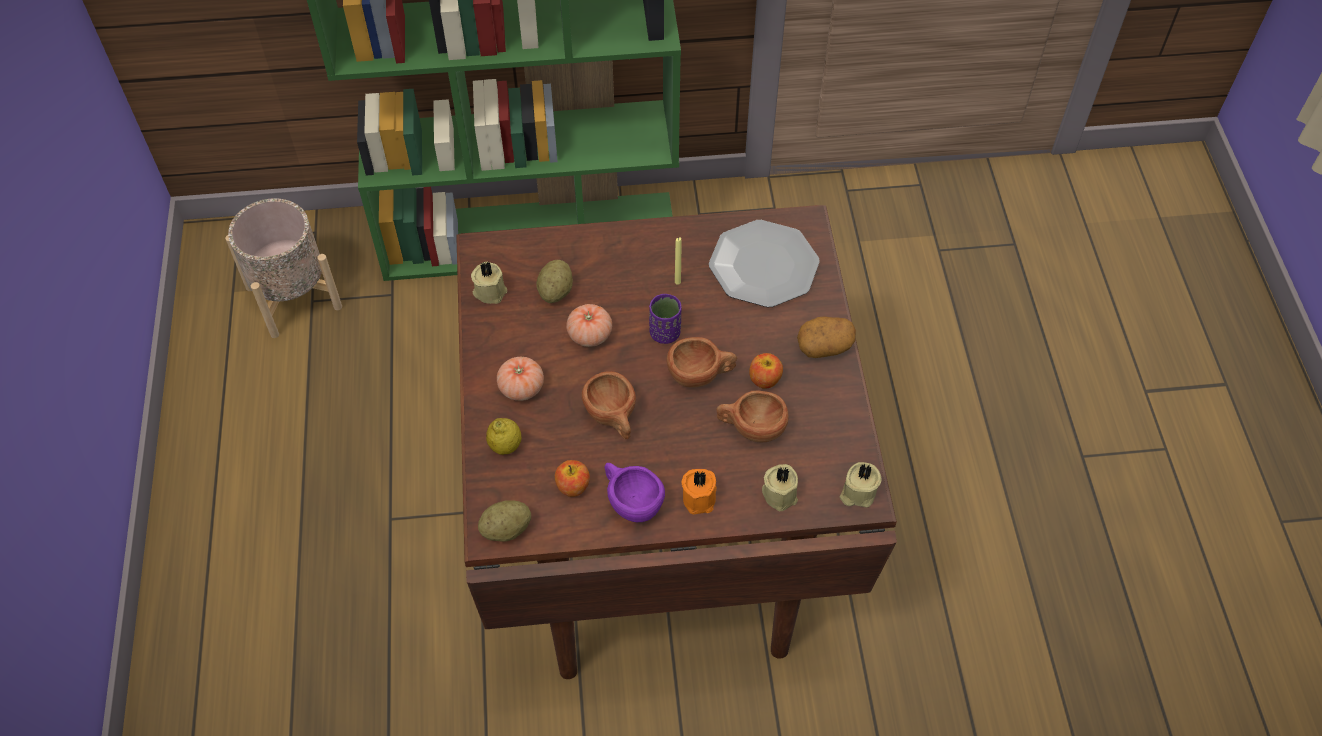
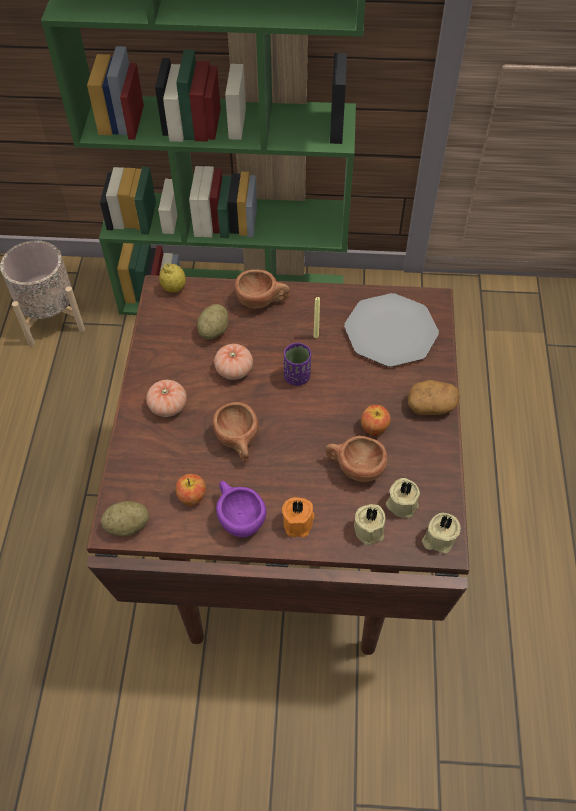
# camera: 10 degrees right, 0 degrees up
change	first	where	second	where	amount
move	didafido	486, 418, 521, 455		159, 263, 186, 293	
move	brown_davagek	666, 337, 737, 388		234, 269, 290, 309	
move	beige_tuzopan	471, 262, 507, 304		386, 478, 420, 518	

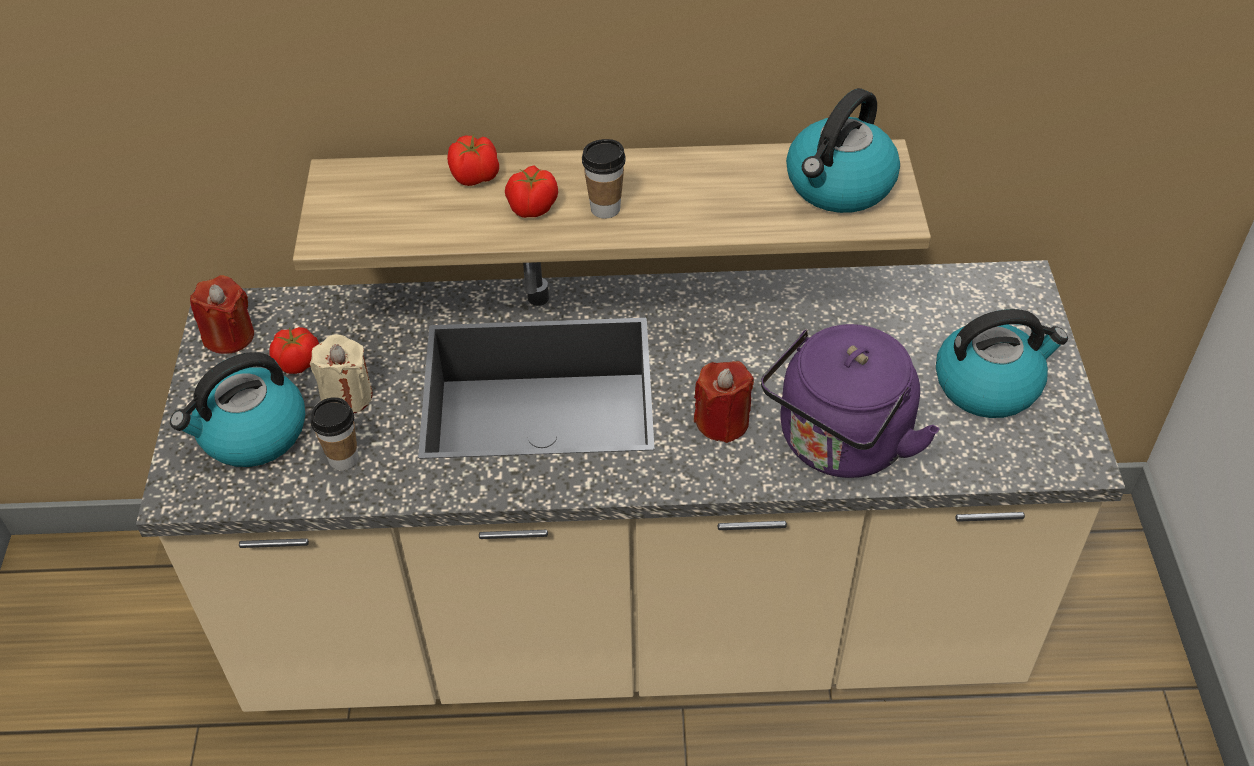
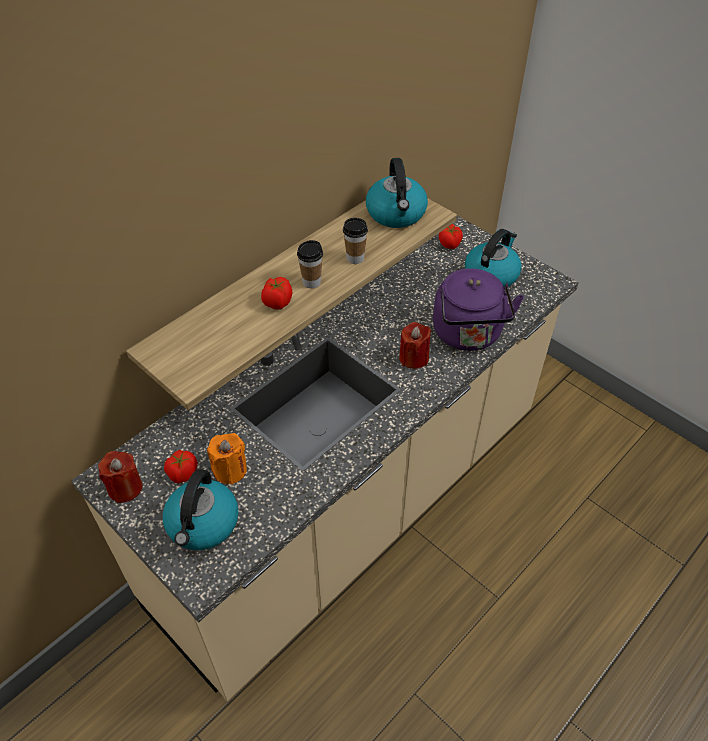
# camera: 45 degrees left, 0 degrees up
change	first	where	second	where	amount
recolor	beige_tuzopan	310, 334, 373, 413	orange_tuzopan	207, 433, 247, 485	
move	davagek	311, 397, 358, 470		343, 218, 368, 264	
move	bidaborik	447, 134, 499, 186		439, 224, 463, 249	

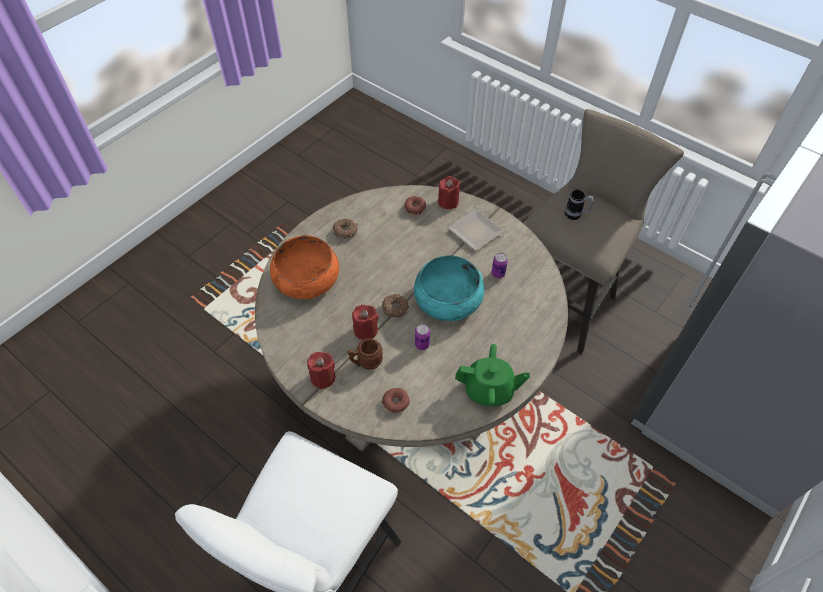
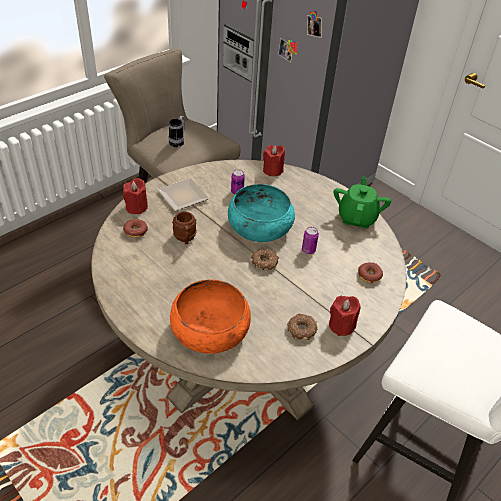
# camera: 85 degrees left, 10 degrees down
change	first	where	second	where	amount
move	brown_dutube	347, 338, 383, 370		172, 211, 197, 244	
move	red_tuzopan	352, 305, 378, 340		263, 145, 285, 176	
move	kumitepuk	333, 219, 358, 239		287, 314, 317, 340	

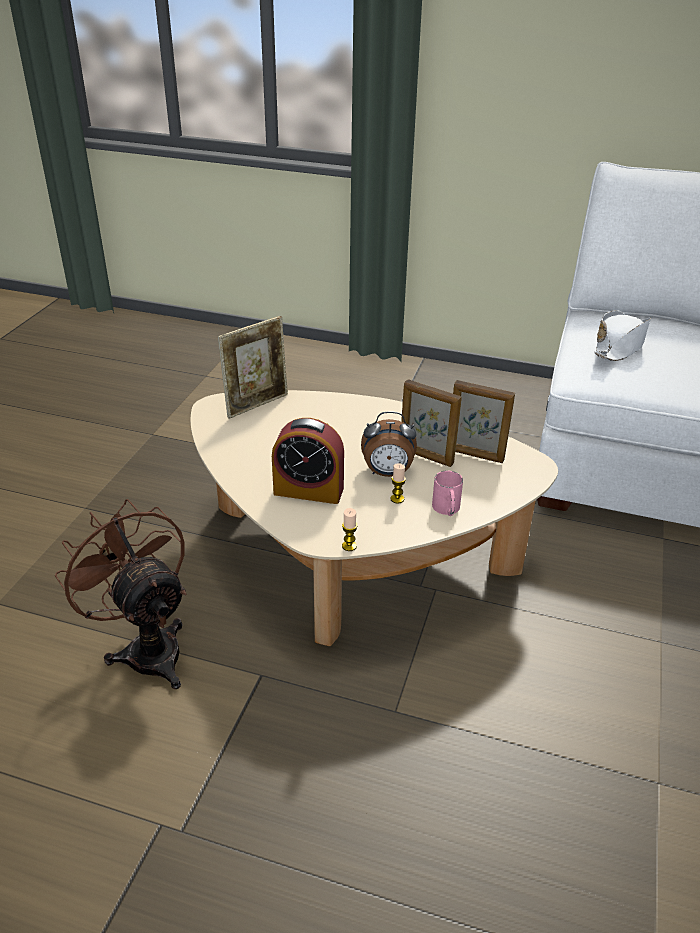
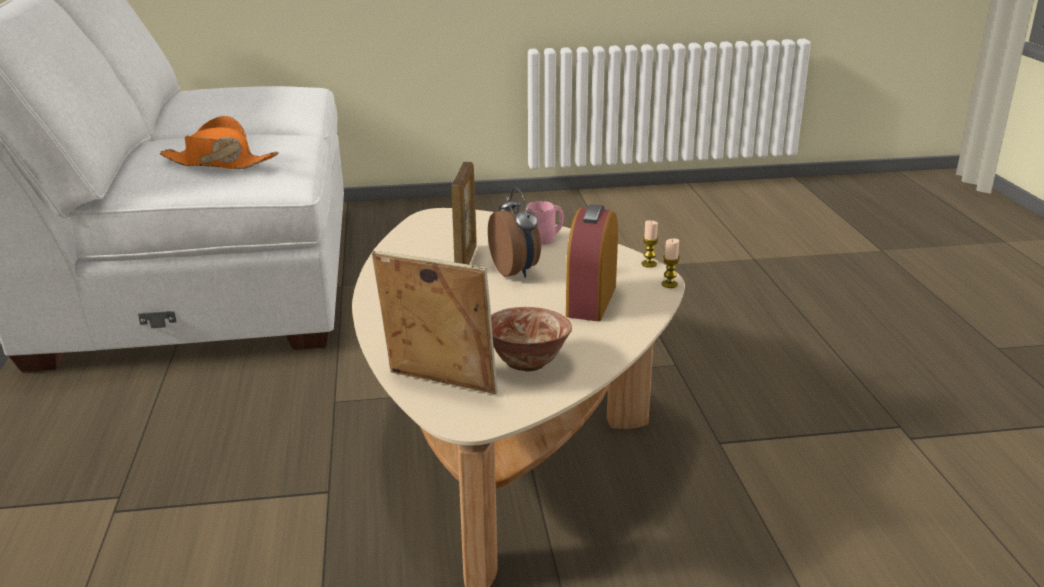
# camera: 115 degrees left, 10 degrees down
change	first	where	second	where	amount
recolor	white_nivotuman	594, 310, 651, 361	orange_nivotuman	160, 116, 279, 169	
insert			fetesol	491, 307, 572, 372	
rotate	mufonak	272, 418, 344, 504		566, 204, 618, 321	150 degrees counterclockwise
move	tuzopan	390, 463, 406, 503		661, 238, 680, 288	
delete	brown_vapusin	55, 499, 186, 689			
delete	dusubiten	453, 380, 515, 463			

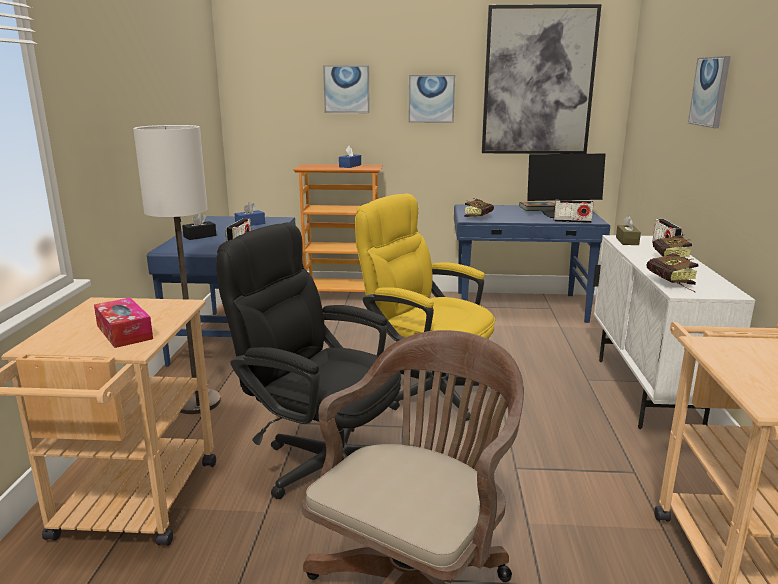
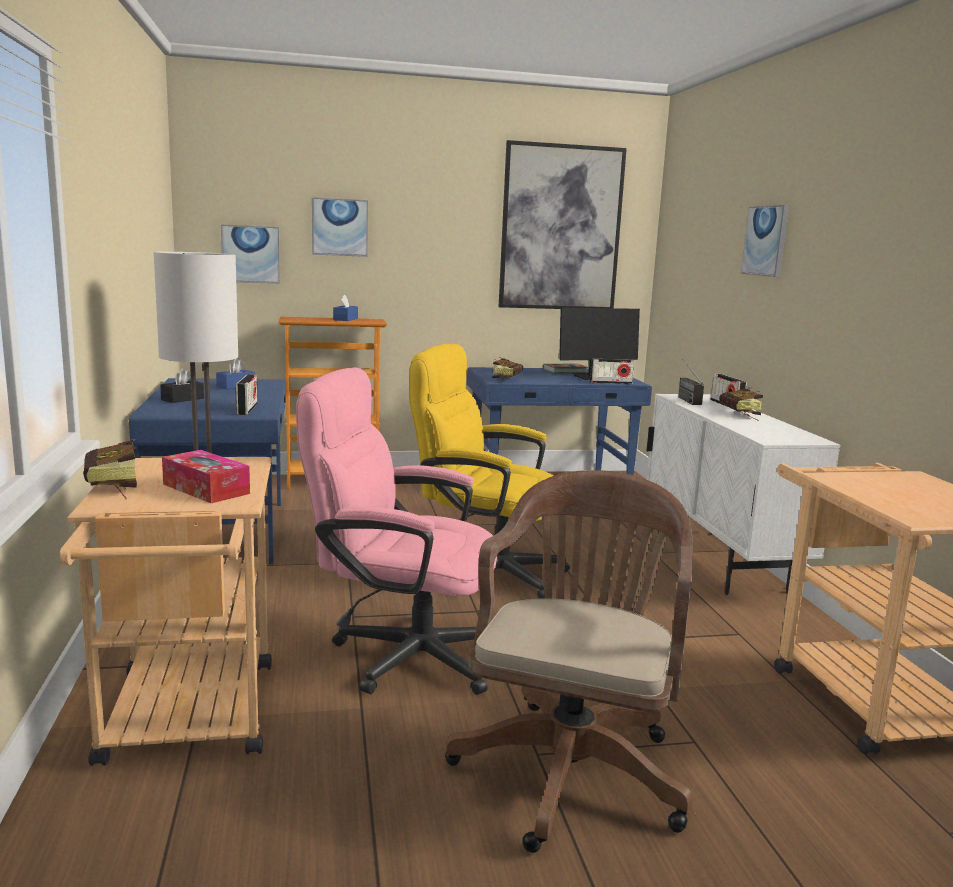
# camera: 15 degrees left, 5 degrees down
change	first	where	second	where	amount
move	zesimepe	647, 253, 698, 292		83, 439, 137, 500	
move	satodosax	409, 75, 455, 123		221, 224, 280, 284	
recolor	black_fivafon	216, 222, 401, 499	pink_fivafon	296, 367, 497, 695	
replace	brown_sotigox	616, 216, 641, 245	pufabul	678, 359, 704, 405	

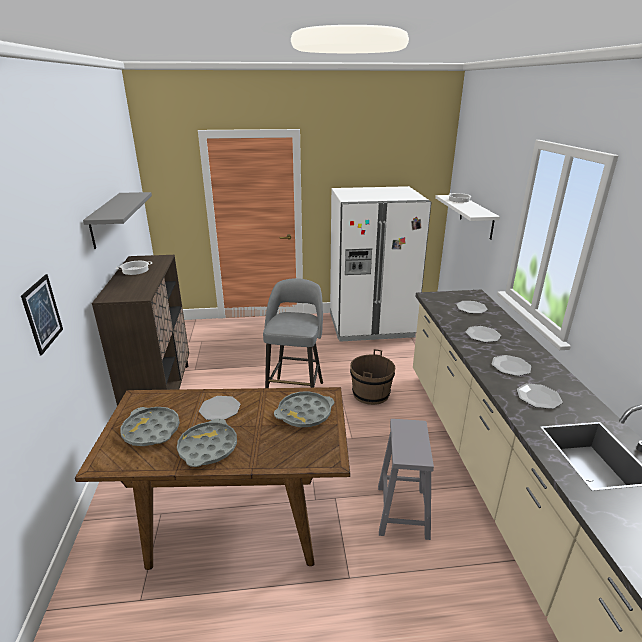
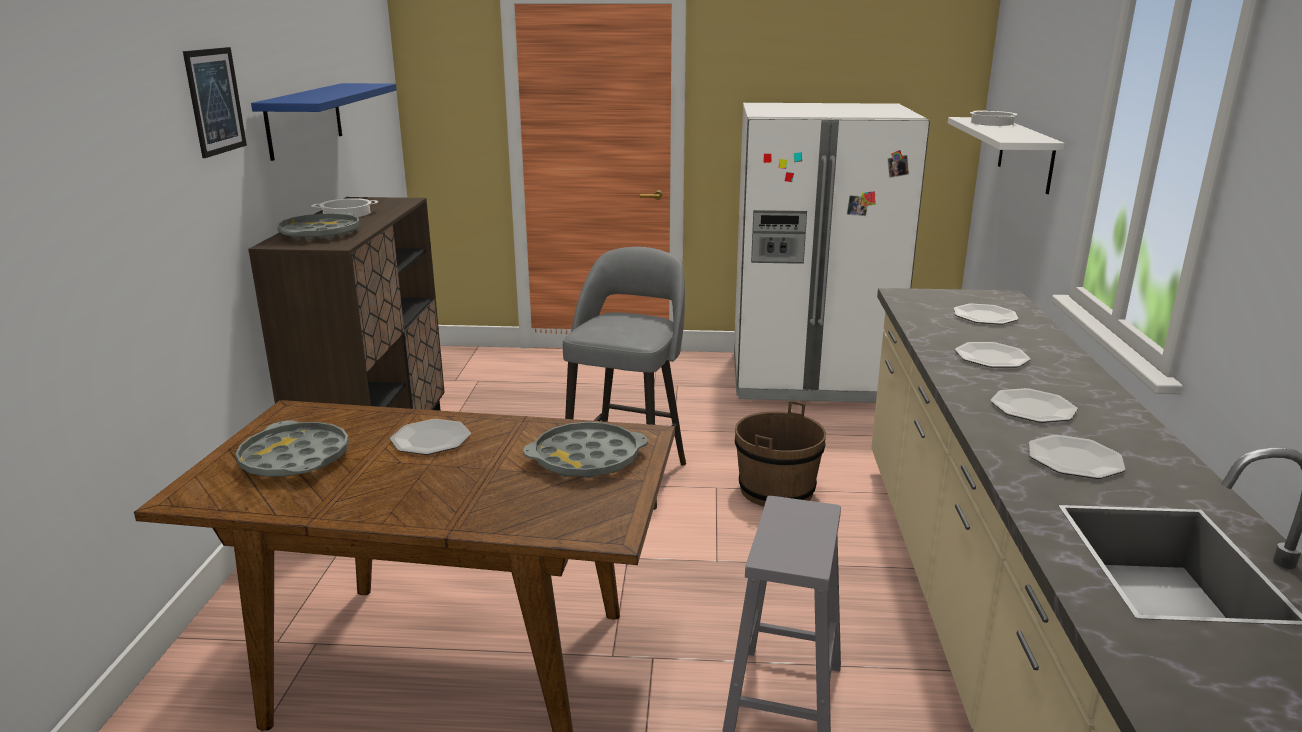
# camera: 10 degrees right, 5 degrees down
change	first	where	second	where	amount
move	satodosax	21, 274, 63, 356		183, 47, 247, 158	
recolor	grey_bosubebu	83, 192, 152, 249	blue_bosubebu	251, 83, 397, 161	
move	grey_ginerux	177, 418, 237, 467		277, 212, 360, 240	

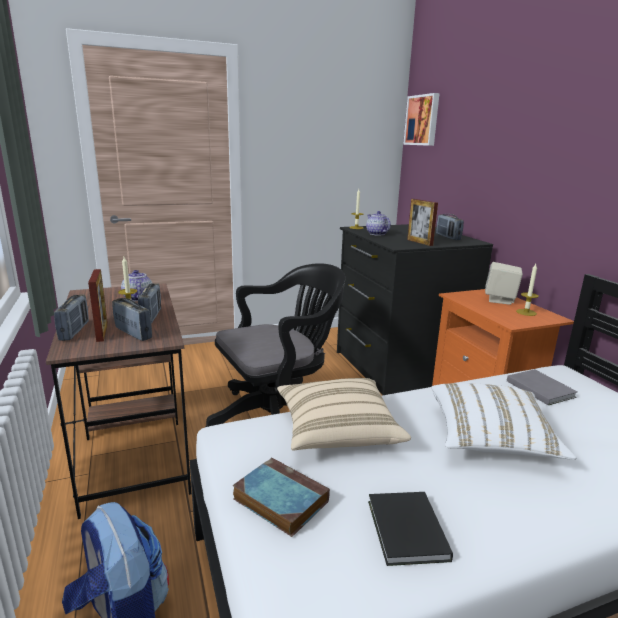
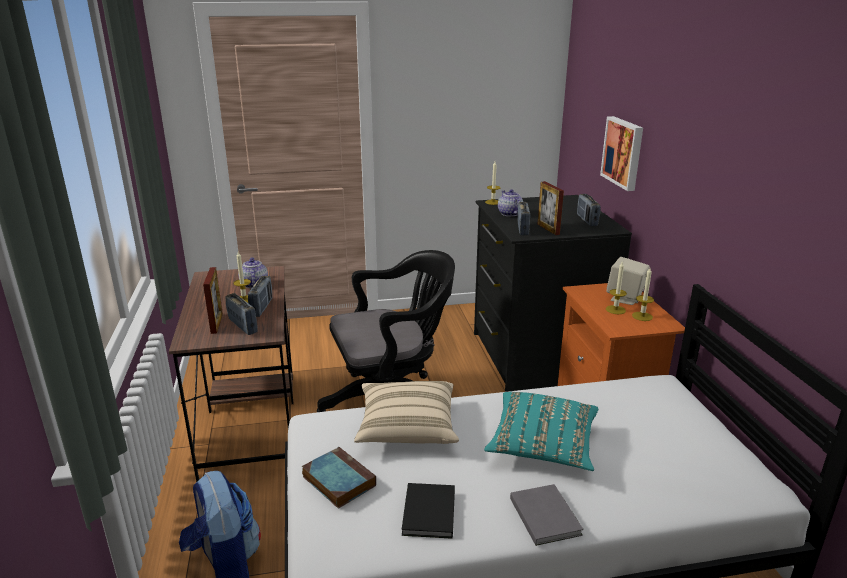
# camera: 10 degrees right, 5 degrees up
change	first	where	second	where	amount
recolor	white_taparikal	431, 383, 576, 460	turquoise_taparikal	484, 392, 598, 471	
move	grey_zesimepe	507, 369, 578, 405		510, 484, 584, 546	
move	pufabul	54, 295, 89, 341		518, 202, 530, 235	
move	satodosax	403, 93, 440, 146		600, 116, 643, 191	
insert			tuzopan	606, 262, 627, 314	

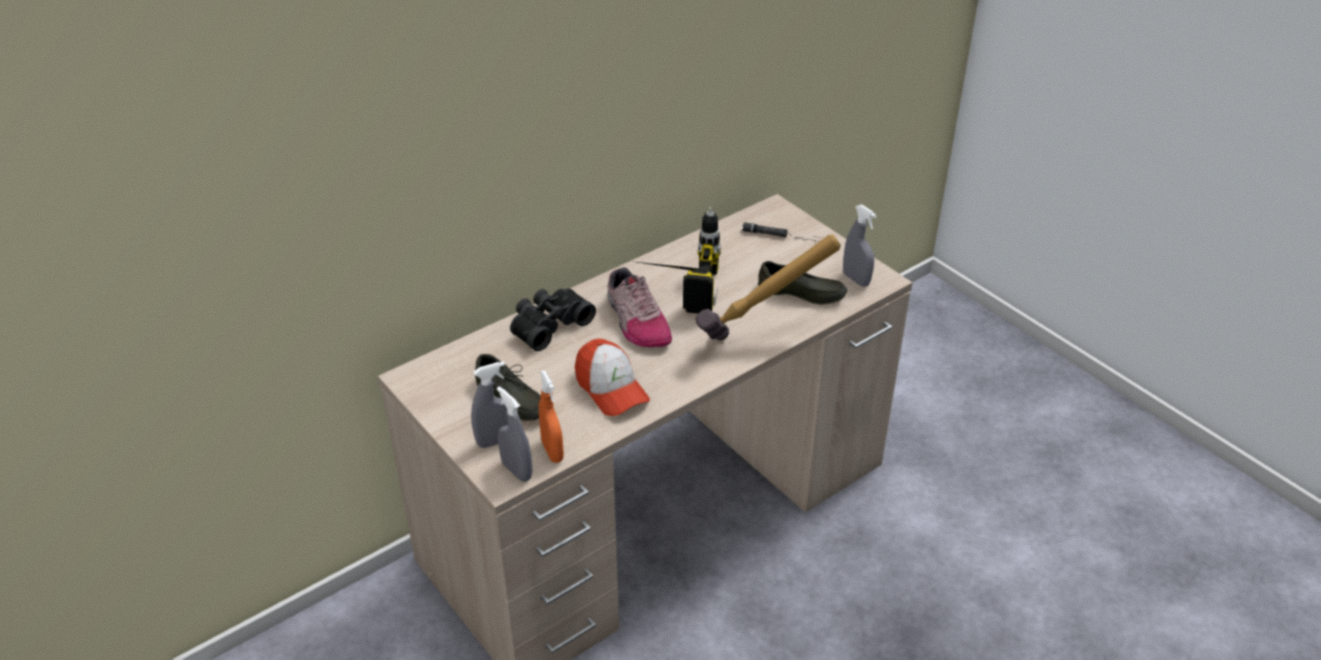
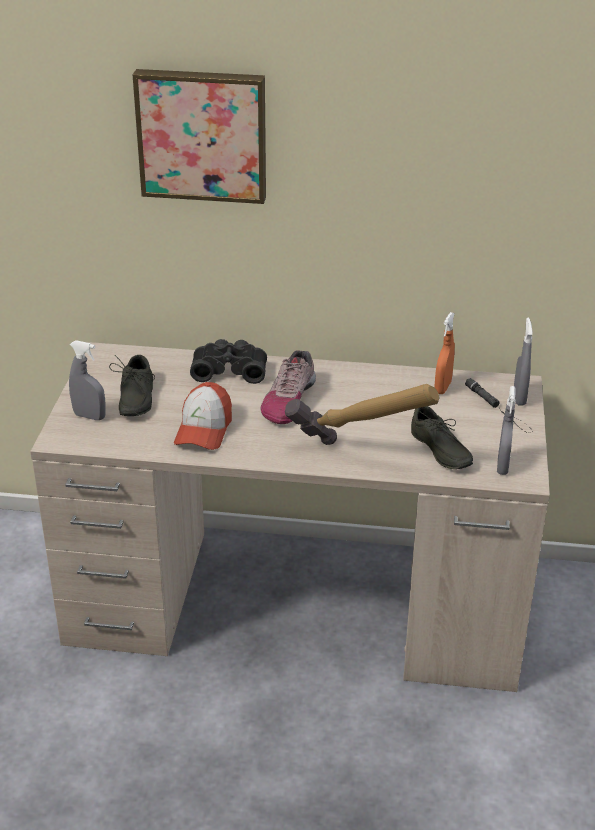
# camera: 45 degrees right, 5 degrees down
change	first	where	second	where	amount
insert			satodosax	132, 69, 266, 204	
move	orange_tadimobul	539, 370, 564, 463		434, 312, 455, 394	
move	grey_tadimobul	497, 386, 532, 482		514, 318, 533, 406	
delete	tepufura	630, 207, 721, 314			

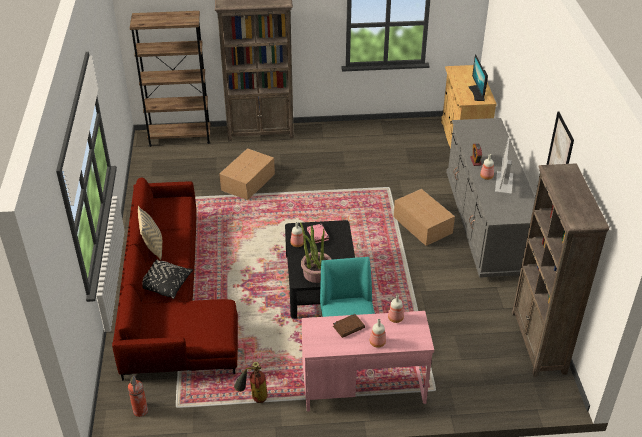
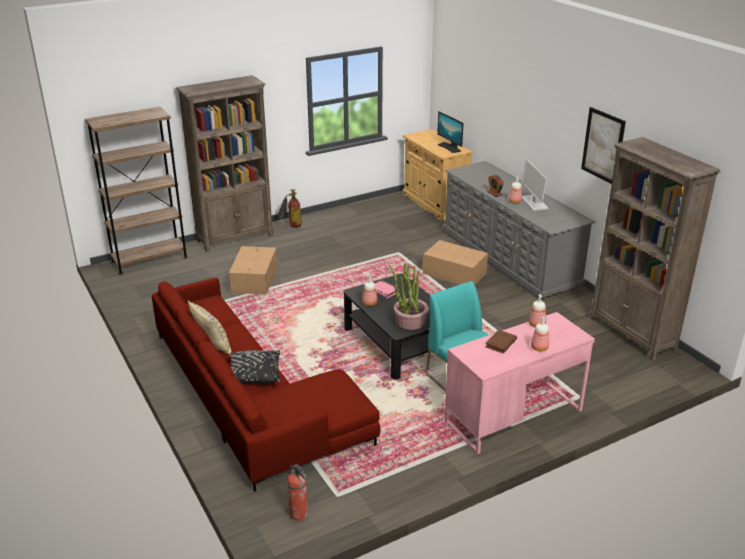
# camera: 25 degrees left, 10 degrees down
change	first	where	second	where	amount
move	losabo	234, 362, 268, 403		278, 189, 302, 228	

